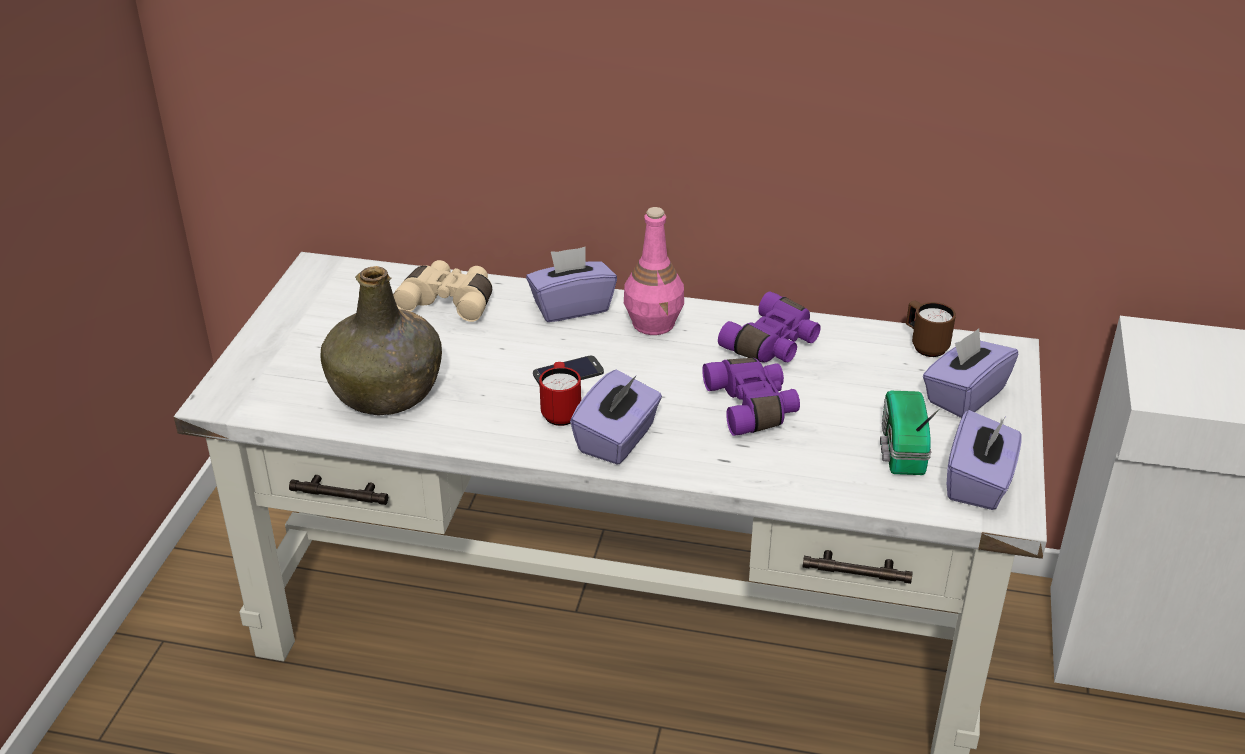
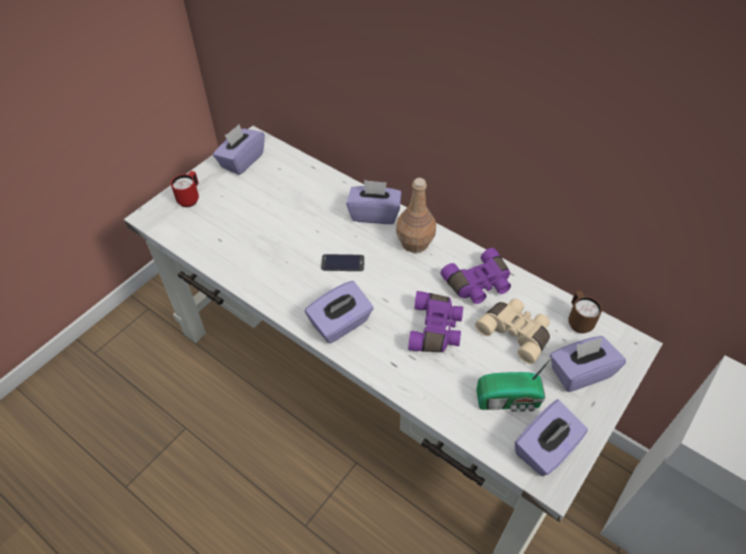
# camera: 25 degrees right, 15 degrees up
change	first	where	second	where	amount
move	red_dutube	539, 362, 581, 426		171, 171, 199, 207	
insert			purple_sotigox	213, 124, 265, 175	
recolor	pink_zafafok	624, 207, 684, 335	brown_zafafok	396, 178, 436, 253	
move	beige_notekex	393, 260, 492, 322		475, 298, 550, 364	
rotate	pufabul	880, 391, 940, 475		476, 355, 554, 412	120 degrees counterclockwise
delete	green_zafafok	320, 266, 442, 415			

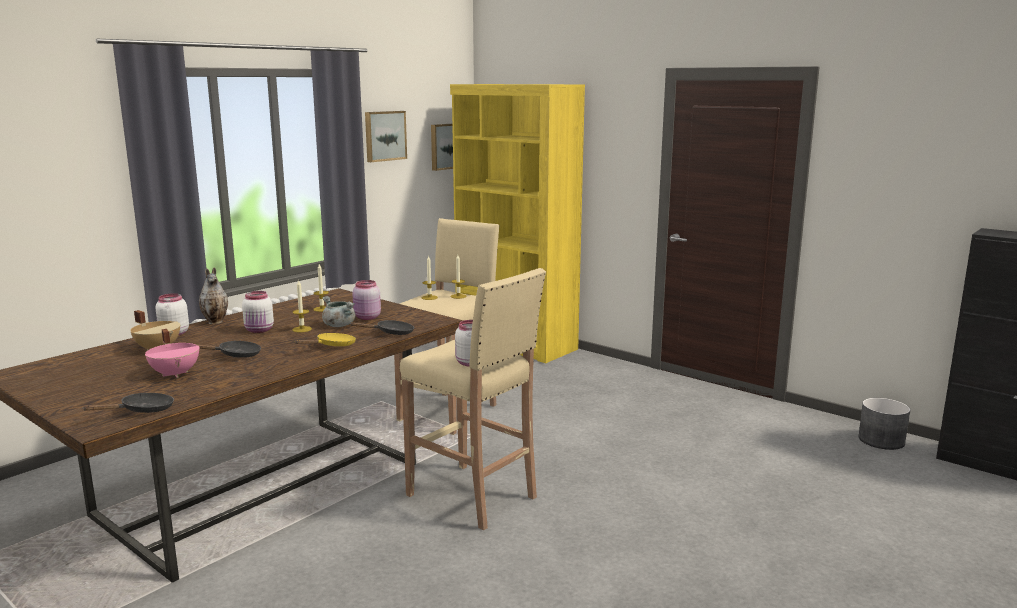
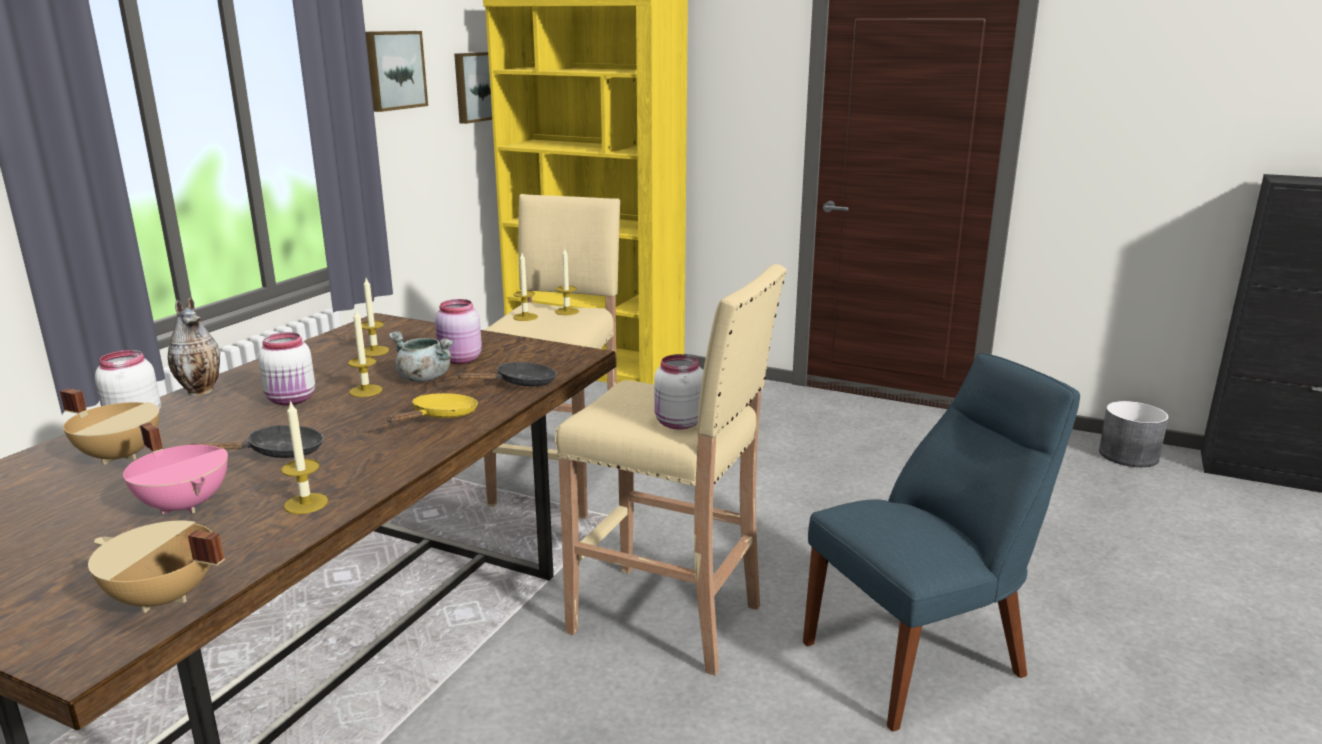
# camera: 15 degrees left, 5 degrees up
change	first	where	second	where	amount
replace	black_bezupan	82, 393, 174, 413	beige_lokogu	88, 521, 225, 613	
insert			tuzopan	281, 400, 328, 514	
insert			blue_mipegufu	803, 353, 1080, 732	

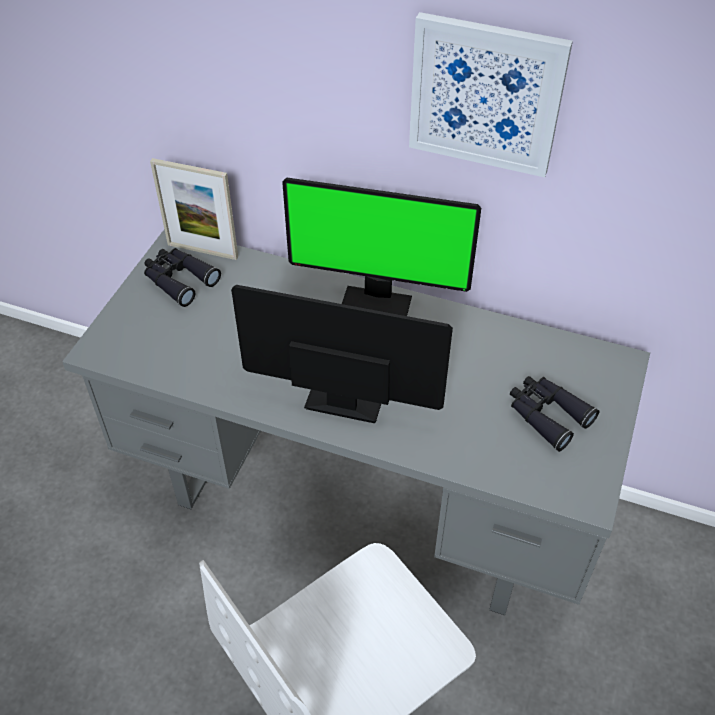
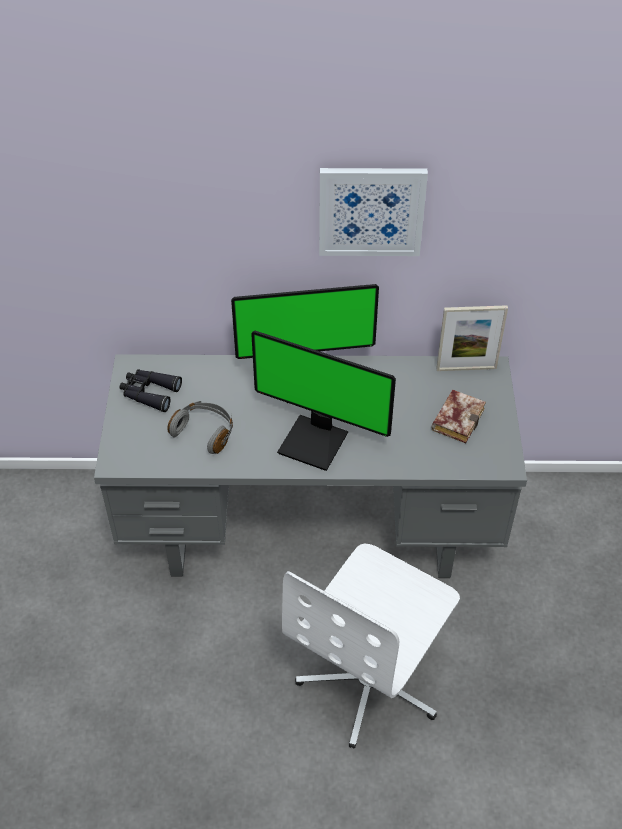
# camera: 20 degrees left, 0 degrees up
change	first	where	second	where	amount
insert			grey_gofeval	167, 401, 233, 454	
rotate	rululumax	231, 285, 453, 423		251, 331, 396, 471	150 degrees counterclockwise
replace	black_notekex	510, 376, 599, 452	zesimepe	431, 389, 486, 443	
move	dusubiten	150, 158, 238, 260		436, 305, 508, 371	

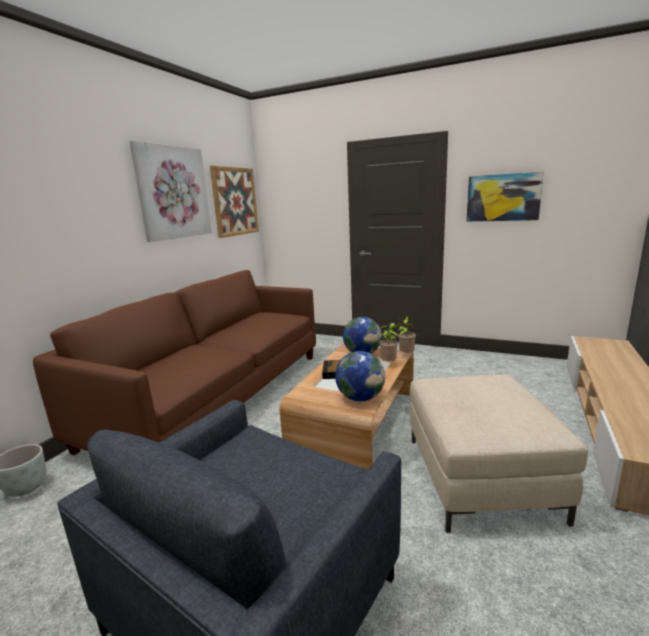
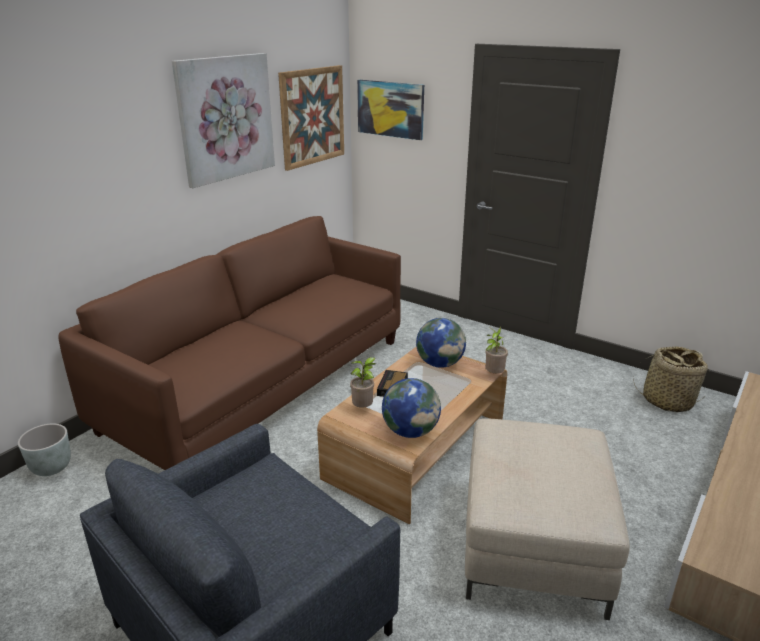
# camera: 10 degrees right, 10 degrees up
change	first	where	second	where	amount
move	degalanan	379, 323, 399, 361		350, 357, 376, 408	
move	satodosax	466, 172, 544, 222		357, 80, 424, 140	
insert			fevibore	633, 346, 710, 412	

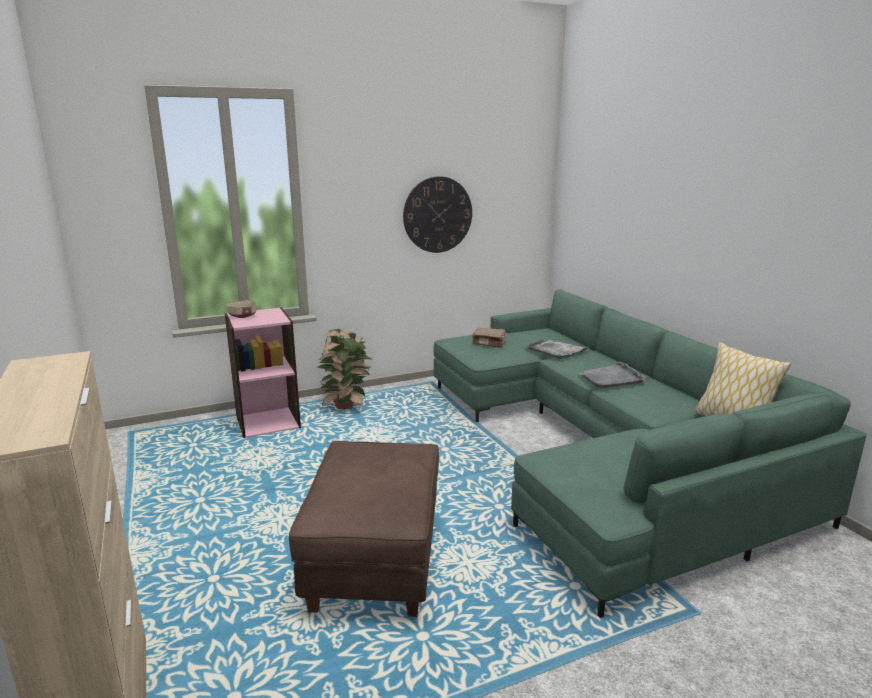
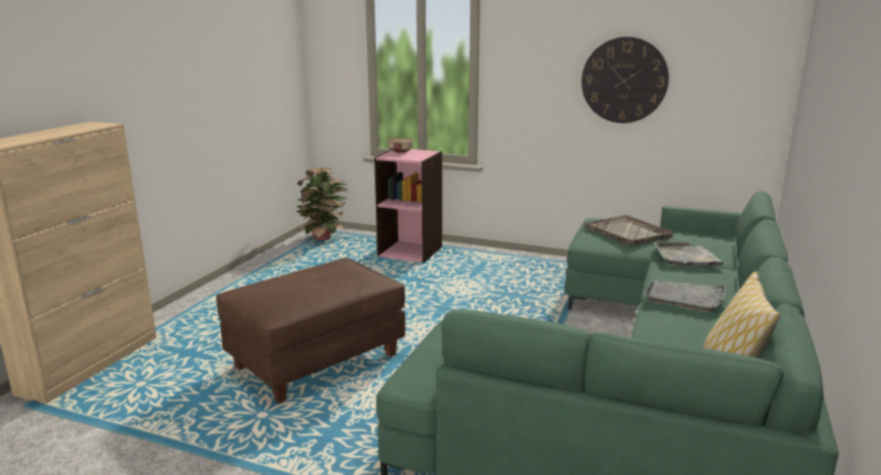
# camera: 45 degrees right, 0 degrees up
change	first	where	second	where	amount
move	degalanan	317, 329, 372, 410		297, 167, 348, 241	
replace	brown_zesimepe	472, 328, 507, 348	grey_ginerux	584, 215, 673, 246	

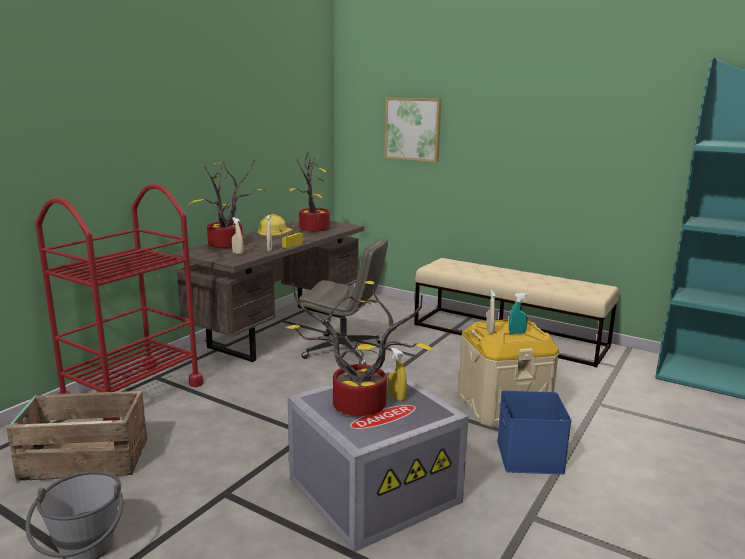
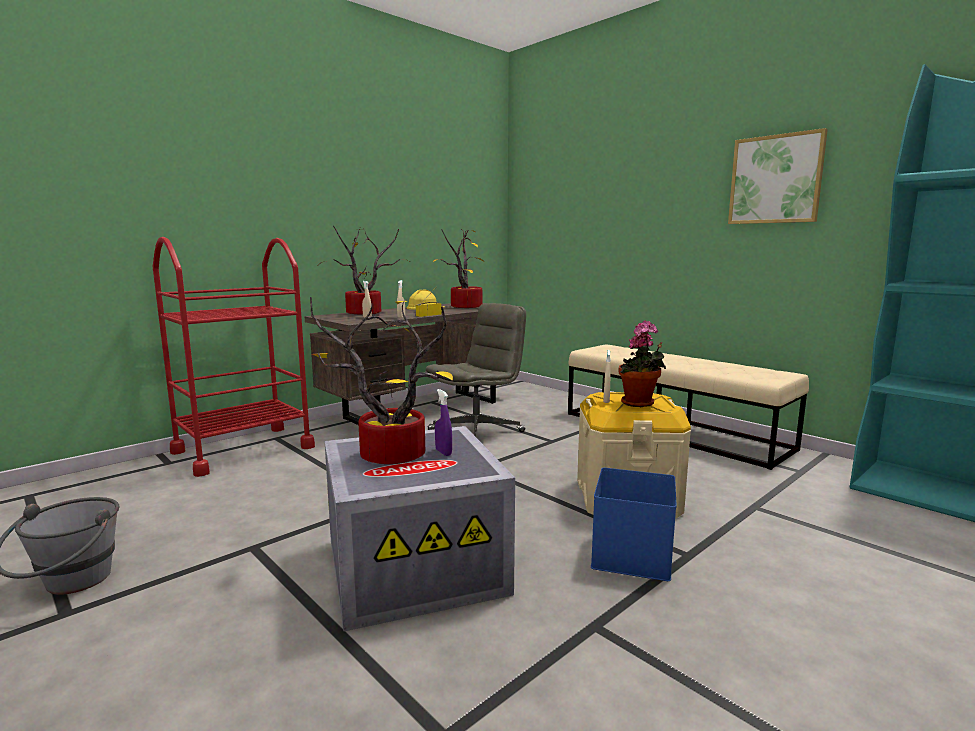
# camera: 15 degrees right, 5 degrees down
change	first	where	second	where	amount
rotate	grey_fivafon	299, 238, 388, 365		425, 303, 526, 437	75 degrees counterclockwise
recolor	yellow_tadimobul	388, 348, 407, 401	purple_tadimobul	435, 389, 452, 456	
replace	turquoise_tadimobul	509, 293, 528, 334	degalanan	618, 320, 666, 407	
move	satodosax	385, 98, 441, 162		728, 128, 828, 224	
delete	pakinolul	6, 391, 147, 481			

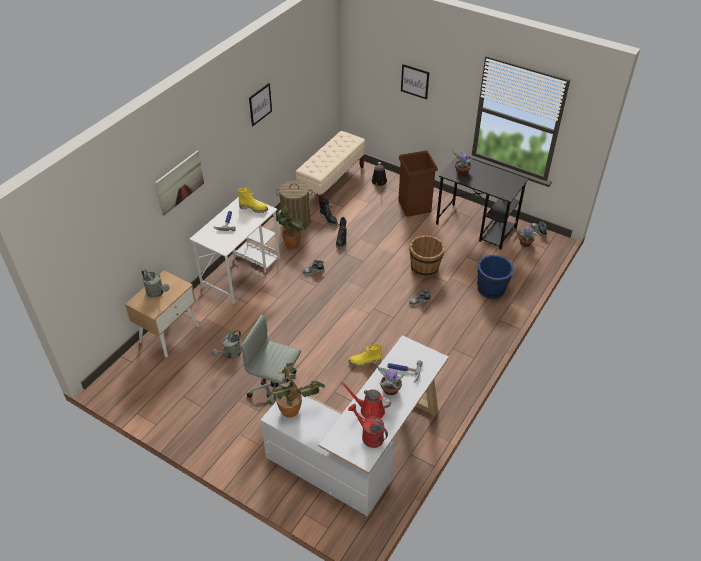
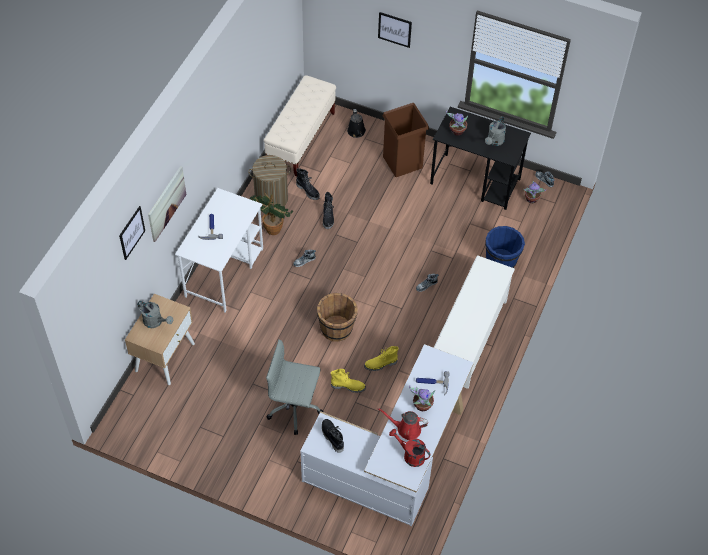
# camera: 10 degrees left, 10 degrees up
change	first	where	second	where	amount
move	satodosax	249, 83, 272, 126		119, 206, 145, 260	
move	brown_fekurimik	410, 235, 445, 278		317, 293, 358, 342	
replace	degalanan	266, 362, 325, 418	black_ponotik	322, 419, 344, 453	
move	yellow_ponotik	237, 188, 268, 213		331, 369, 366, 393	
insert			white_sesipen	434, 255, 515, 389	
move	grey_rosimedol	211, 330, 242, 358		485, 116, 506, 146	

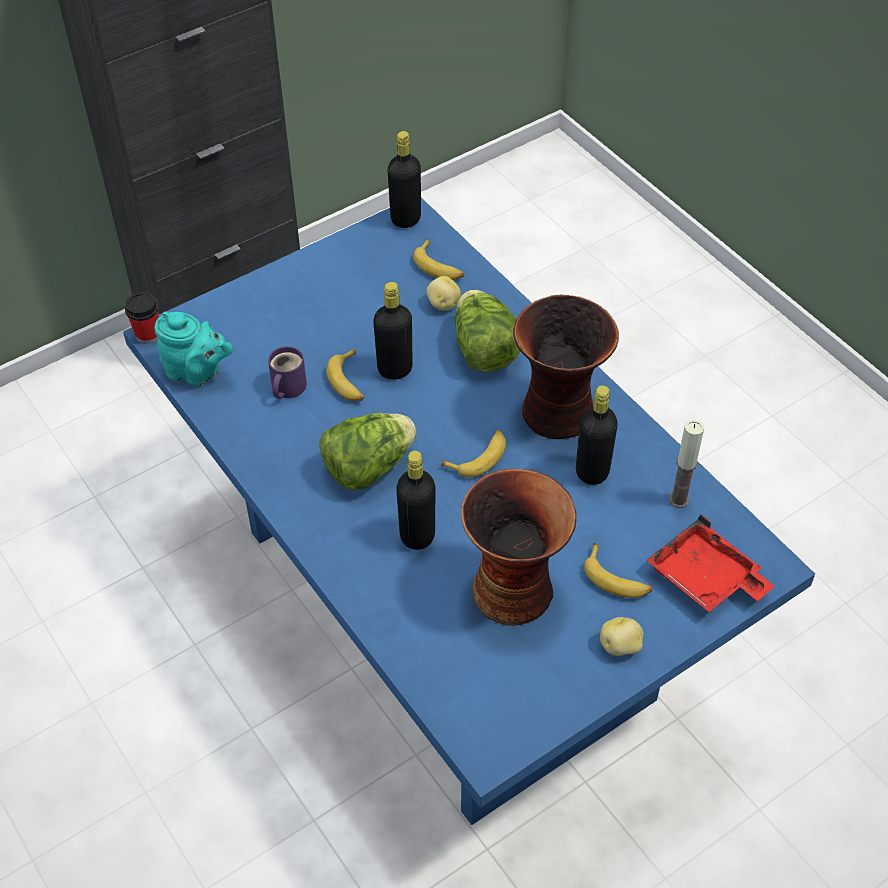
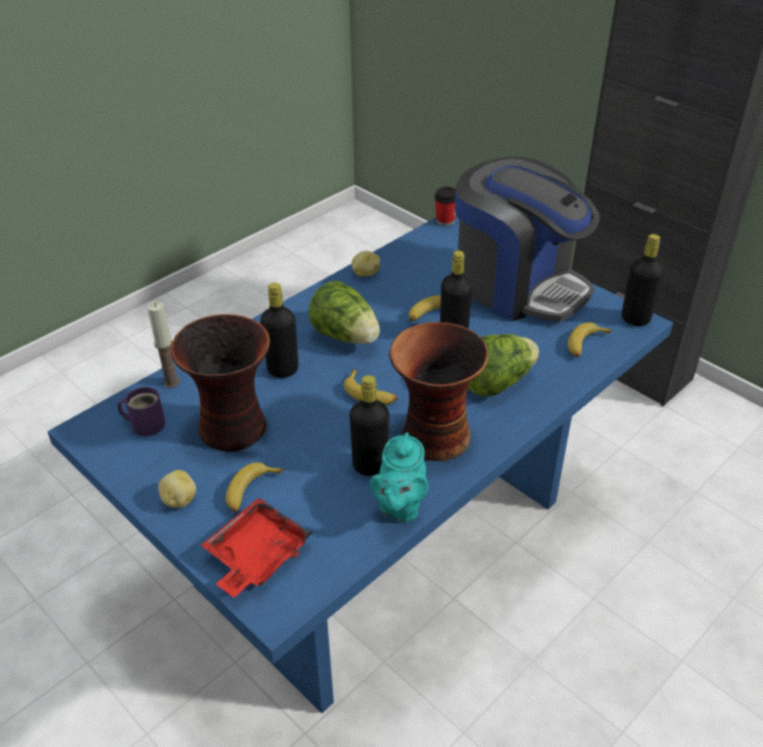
# camera: 80 degrees right, 10 degrees down
change	first	where	second	where	amount
move	purple_dutube	268, 346, 307, 399		117, 387, 165, 436	
move	tuzopan	669, 420, 704, 508		147, 301, 180, 388	
move	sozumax	426, 276, 461, 311		352, 251, 380, 277	
move	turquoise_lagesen	155, 312, 233, 386		370, 432, 428, 523	
insert			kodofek	455, 157, 600, 322	

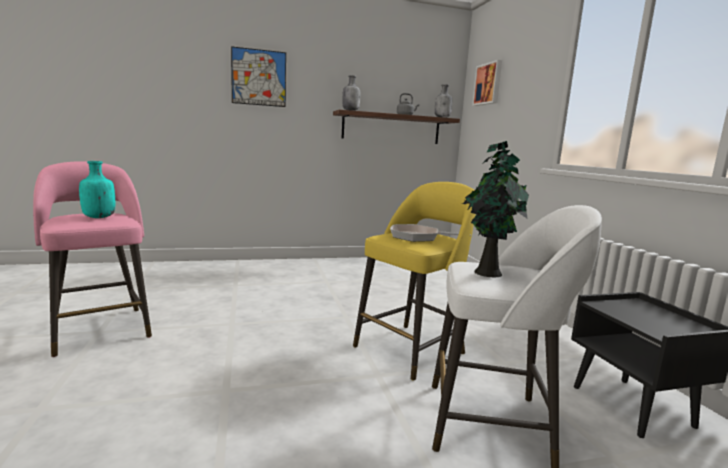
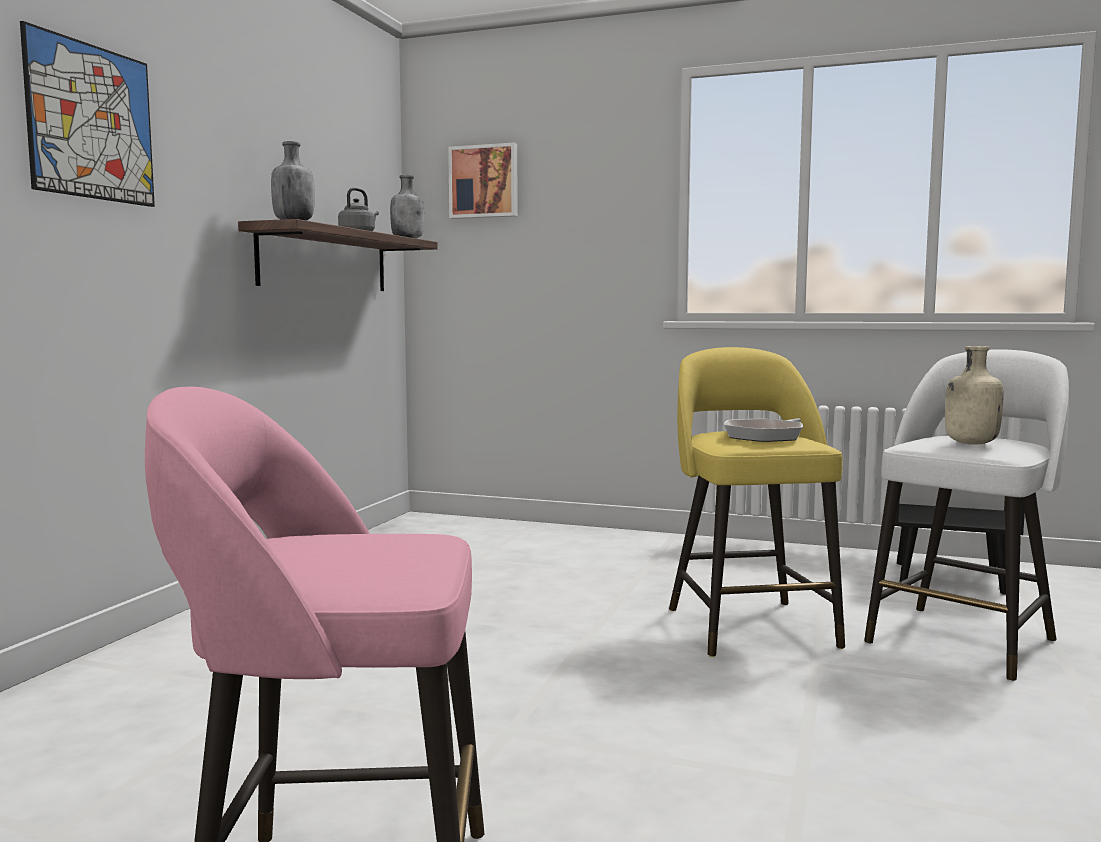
# camera: 55 degrees left, 5 degrees down
change	first	where	second	where	amount
replace	degalanan	462, 141, 529, 277	beige_zafafok	945, 346, 1003, 445	
delete	turquoise_zafafok	79, 161, 115, 218			

